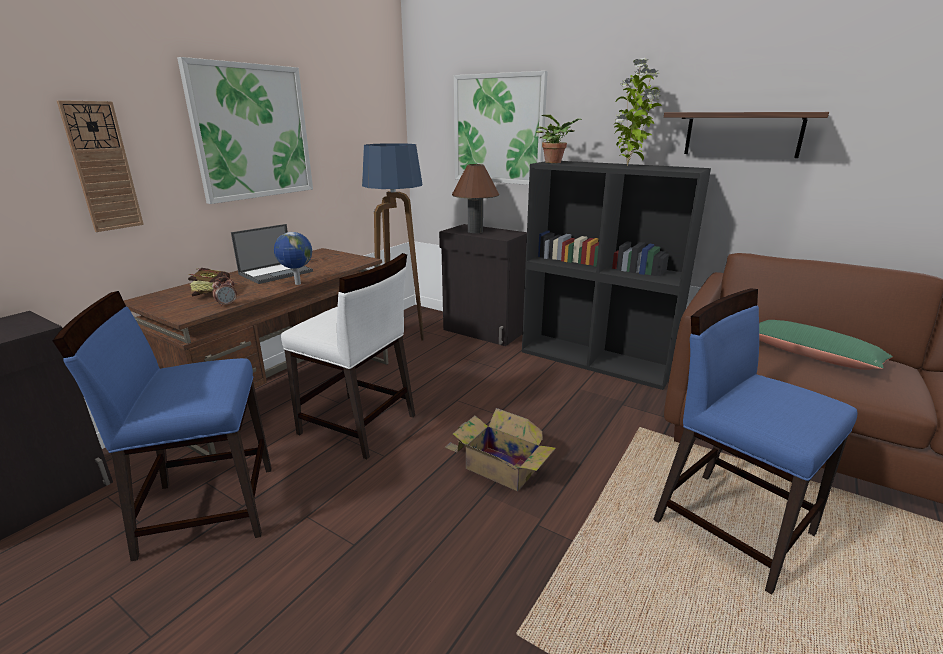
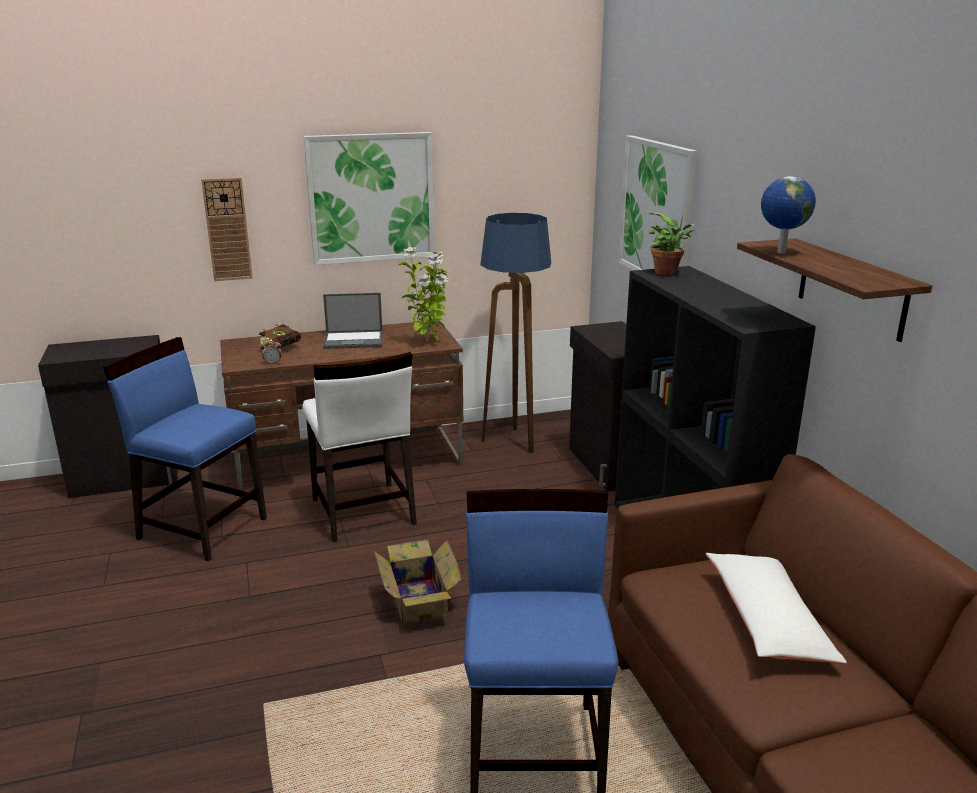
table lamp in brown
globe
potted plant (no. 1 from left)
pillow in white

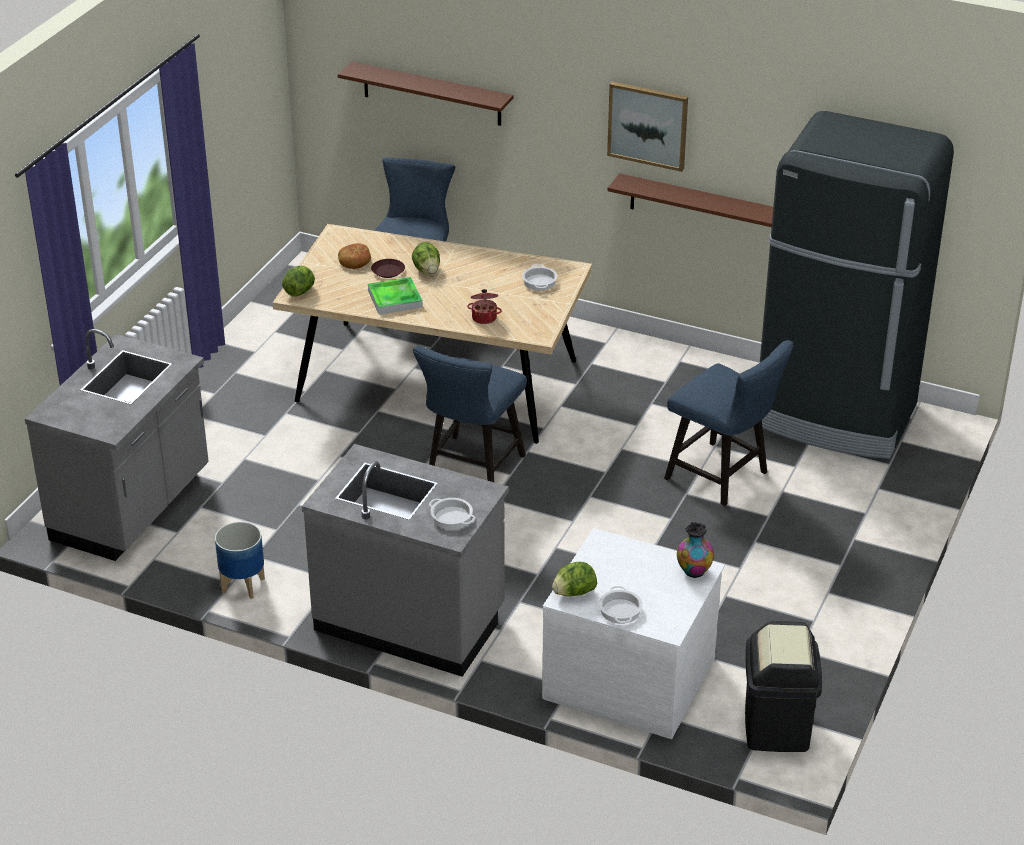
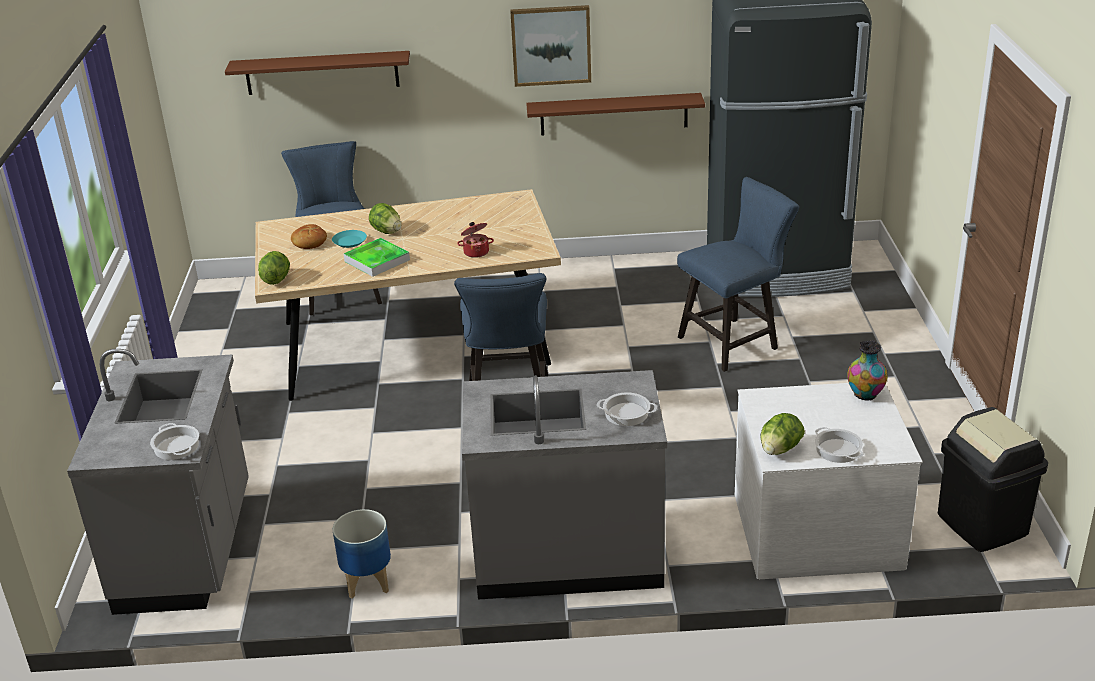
cooking pot (no. 1 from left)
plate in turquoise
chair in blue (no. 3 from left)

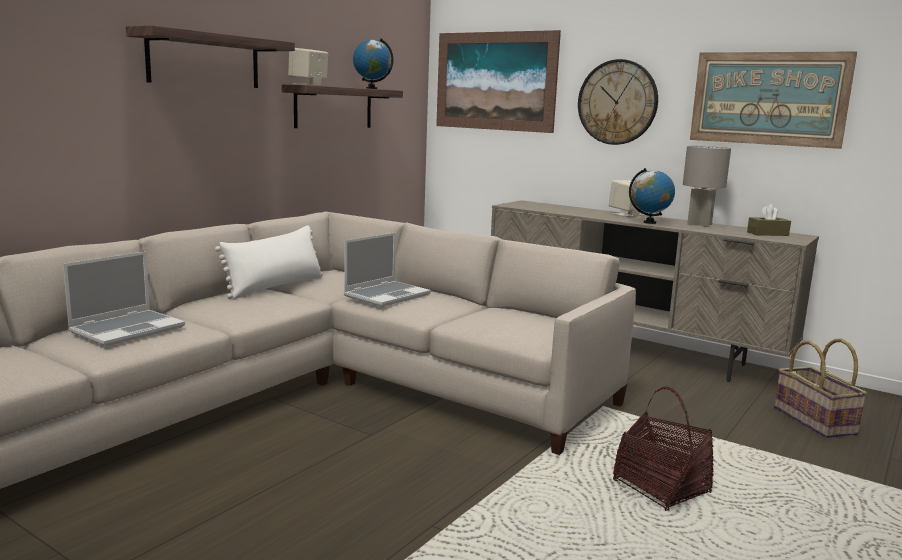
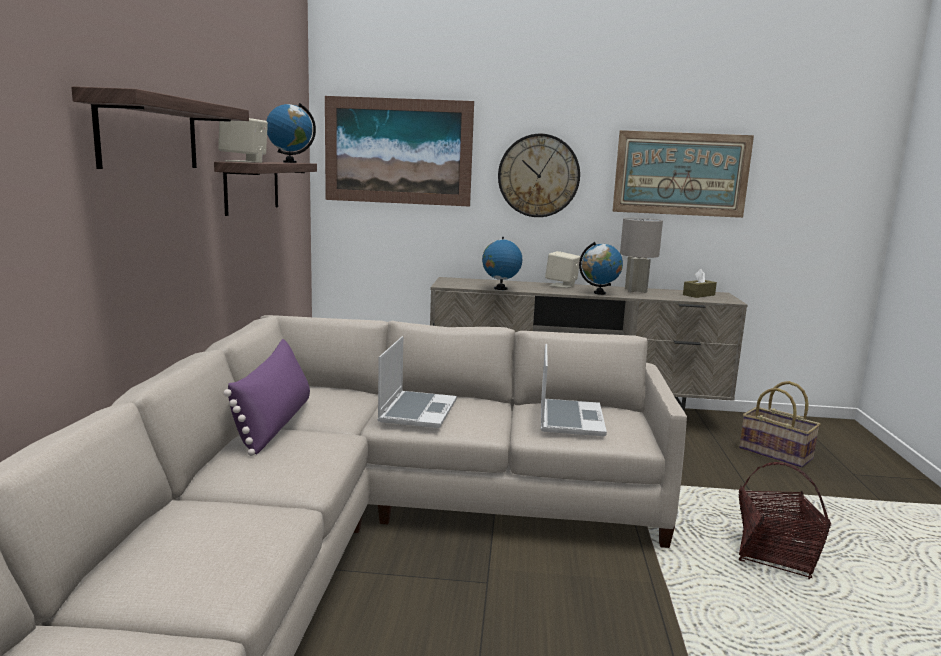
globe (no. 2 from left)
laptop (no. 2 from left)
pillow in purple

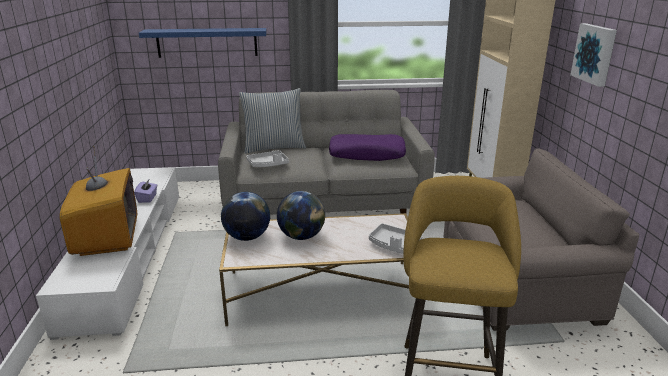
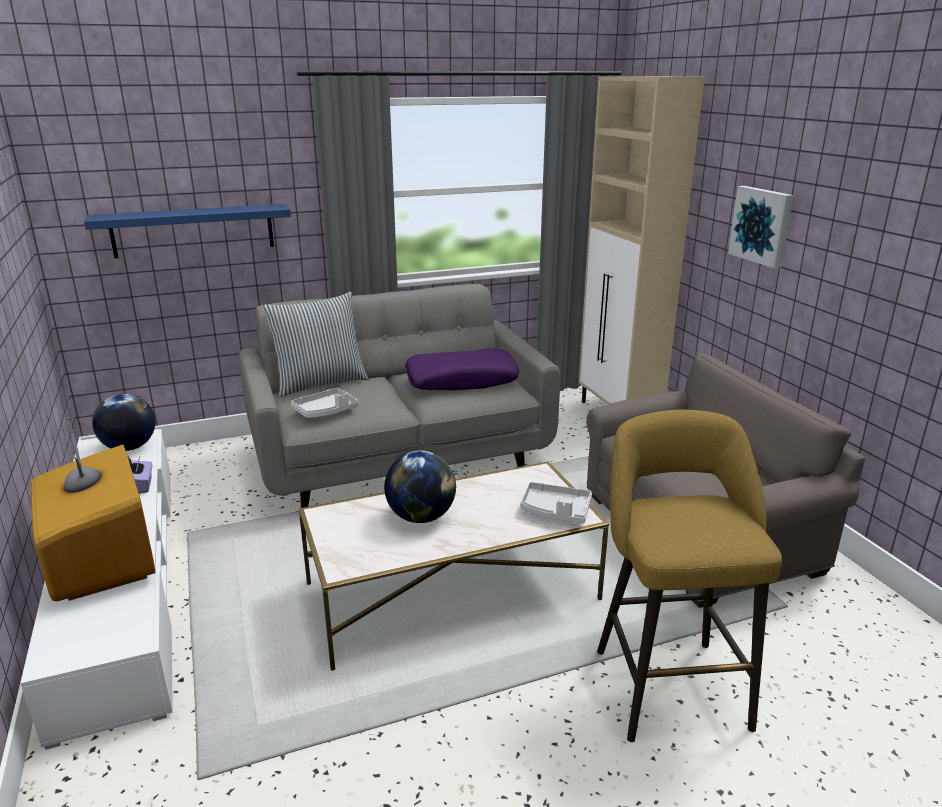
globe (no. 1 from left)

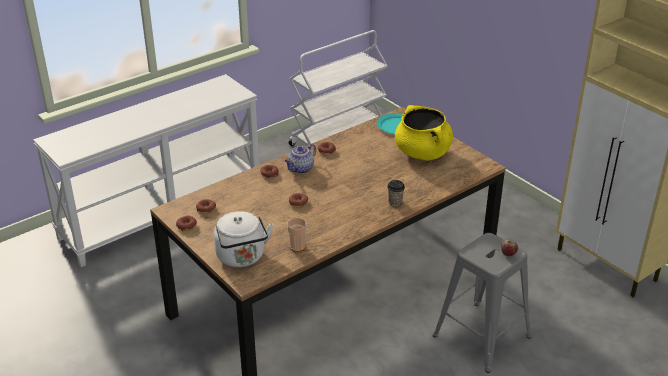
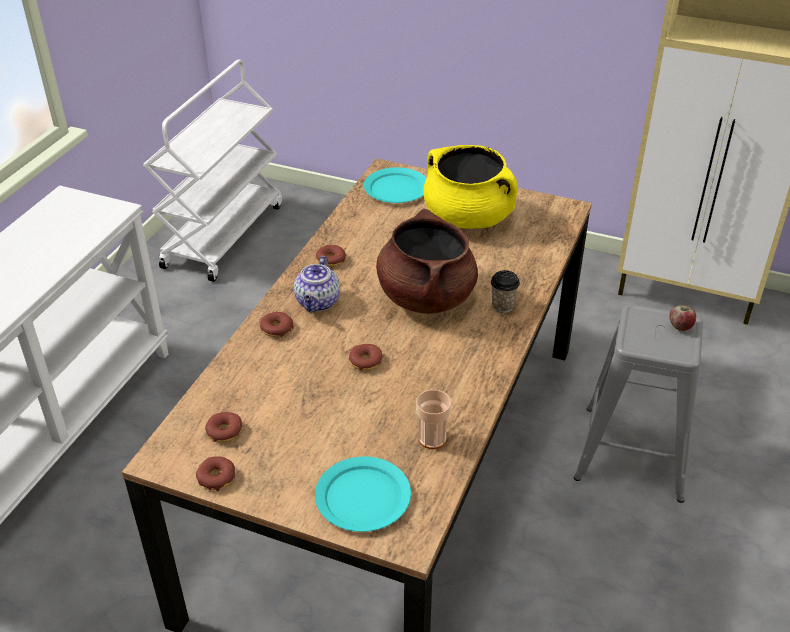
cooking pot in brown
plate in turquoise (no. 1 from left)

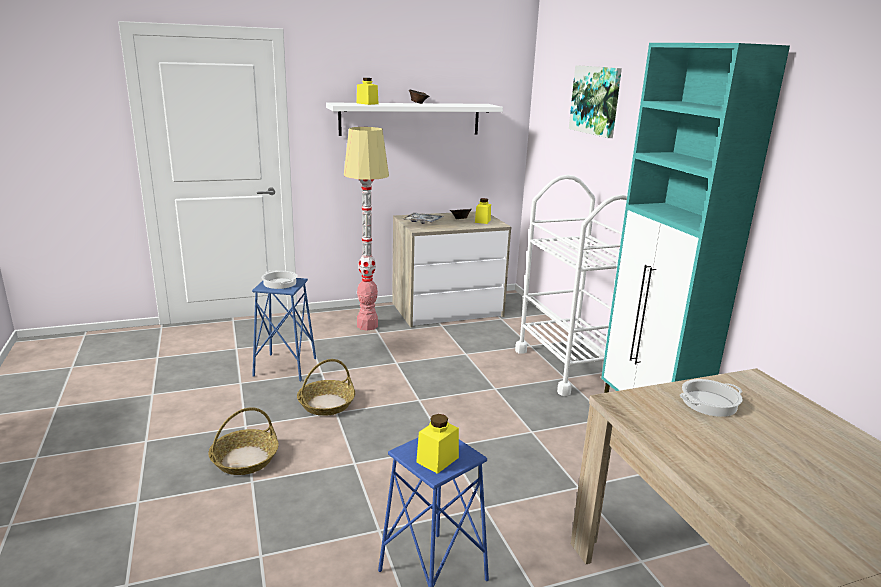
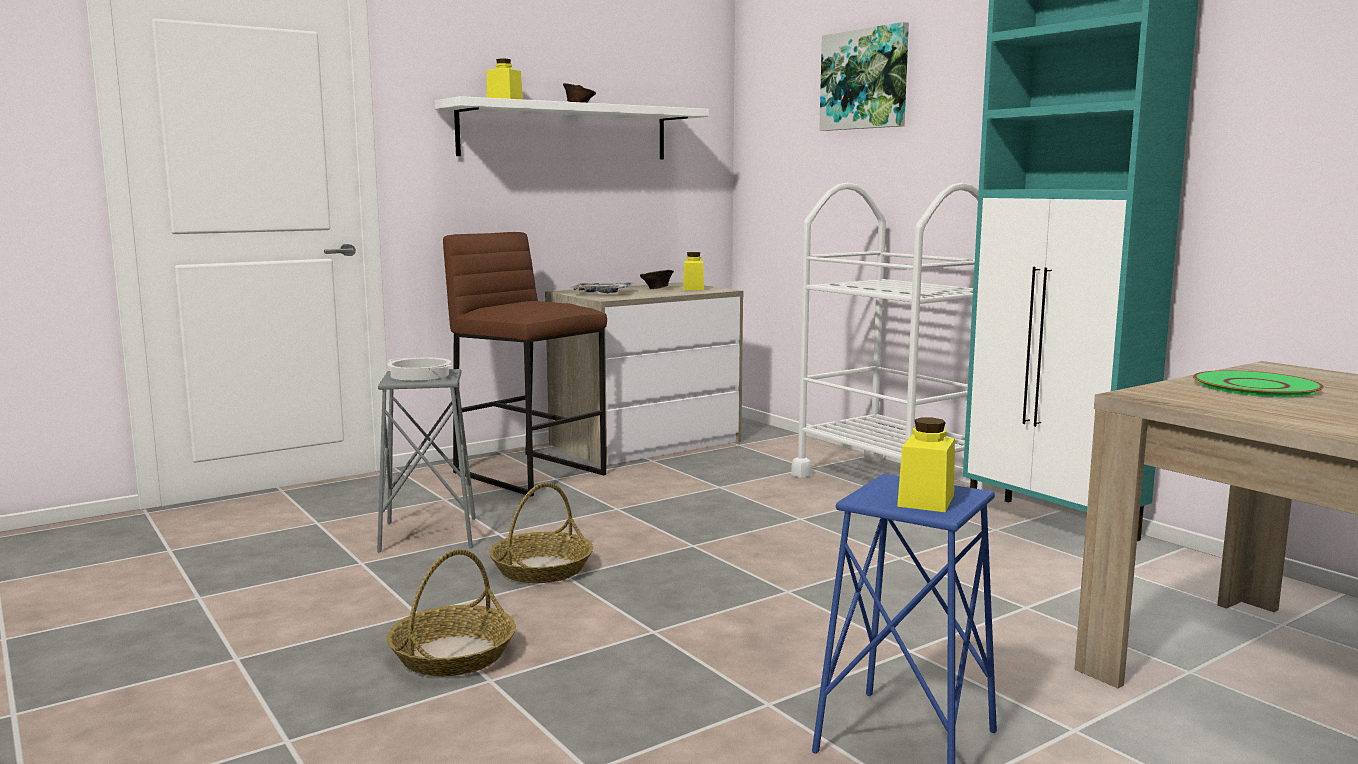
stool in brown
plate in green
stool in grey

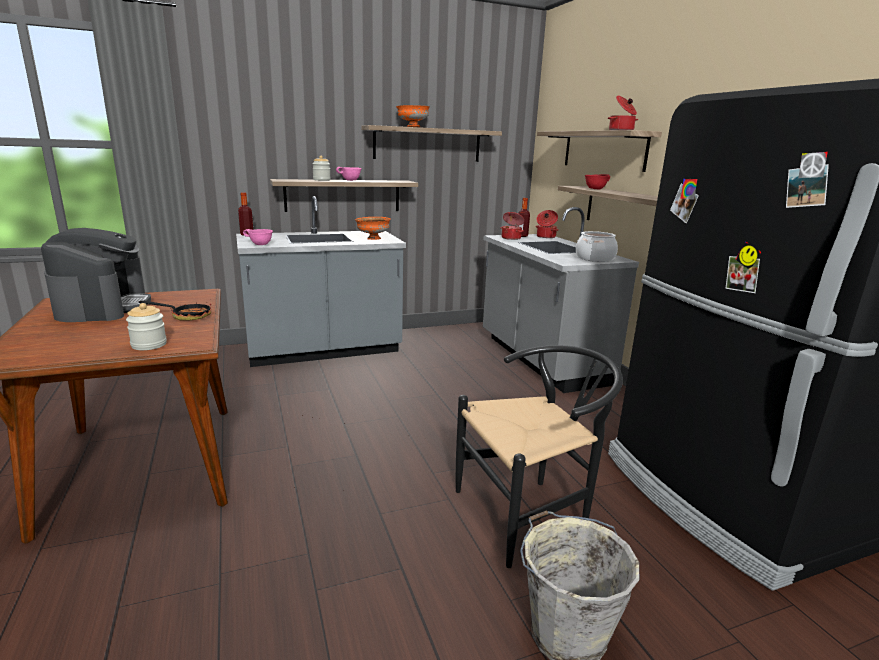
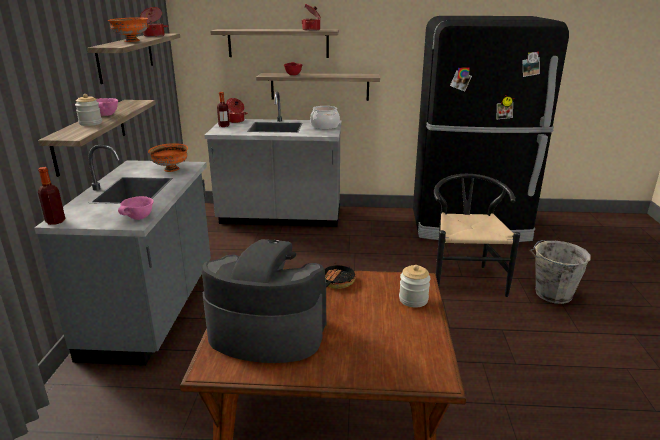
cooking pot (no. 1 from left)

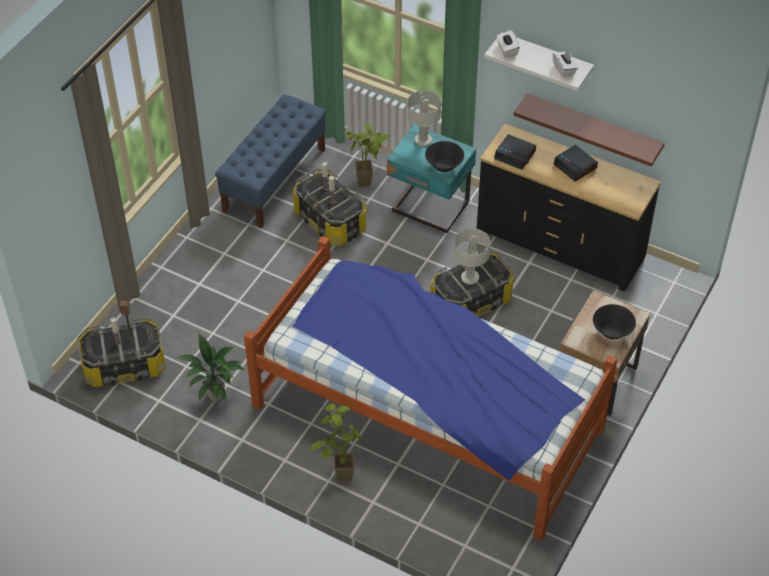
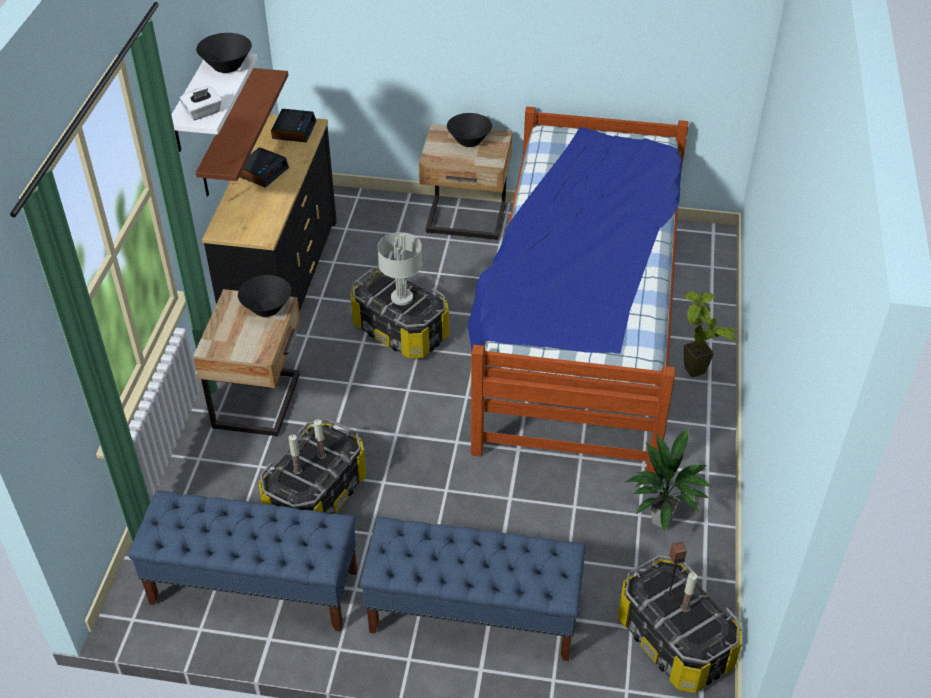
potted plant (no. 3 from left in the first image)
table lamp in grey (no. 1 from left in the first image)
bench in blue (no. 2 from left)
alarm clock (no. 2 from left)
bowl in black (no. 1 from left)
nightstand in beige (no. 1 from left)

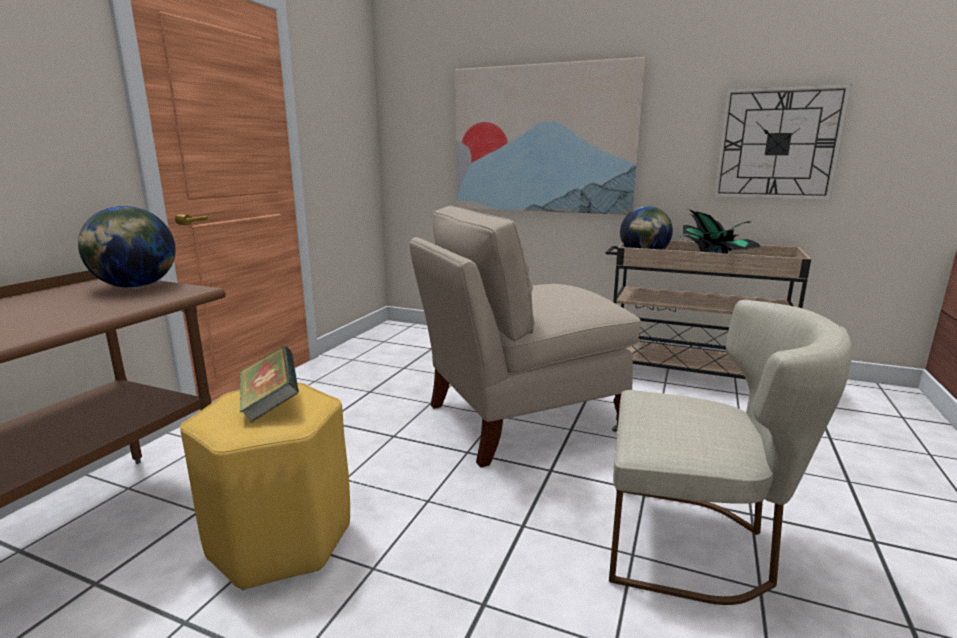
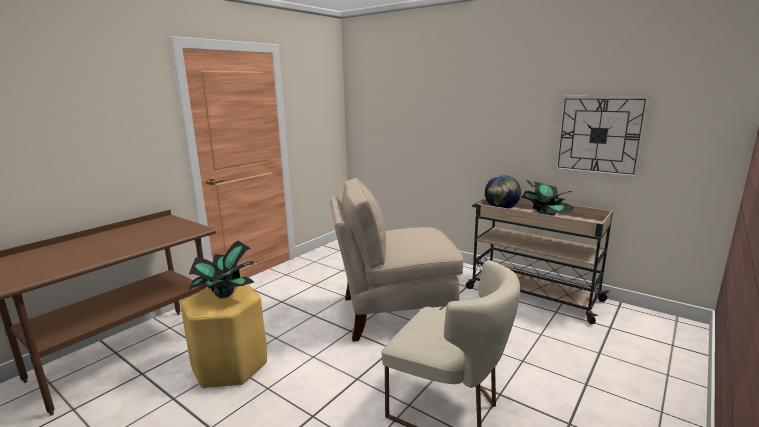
globe (no. 1 from left in the first image)
picture
potted plant (no. 1 from left)

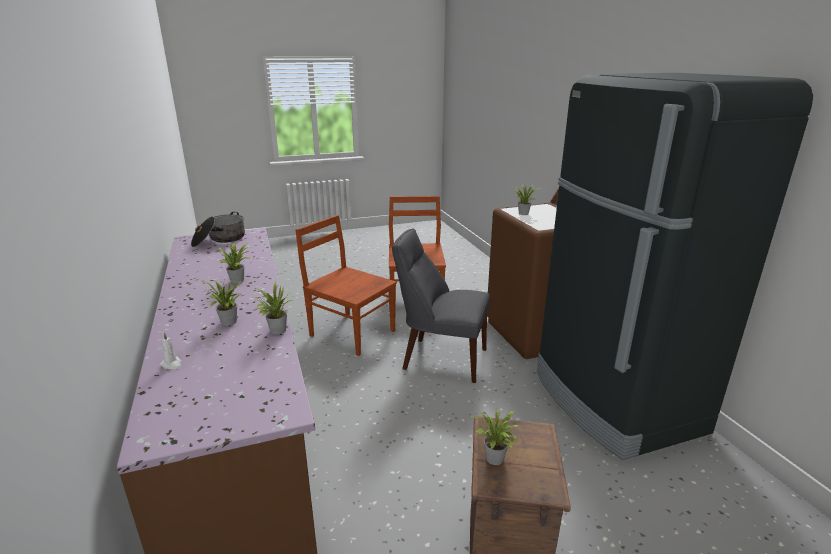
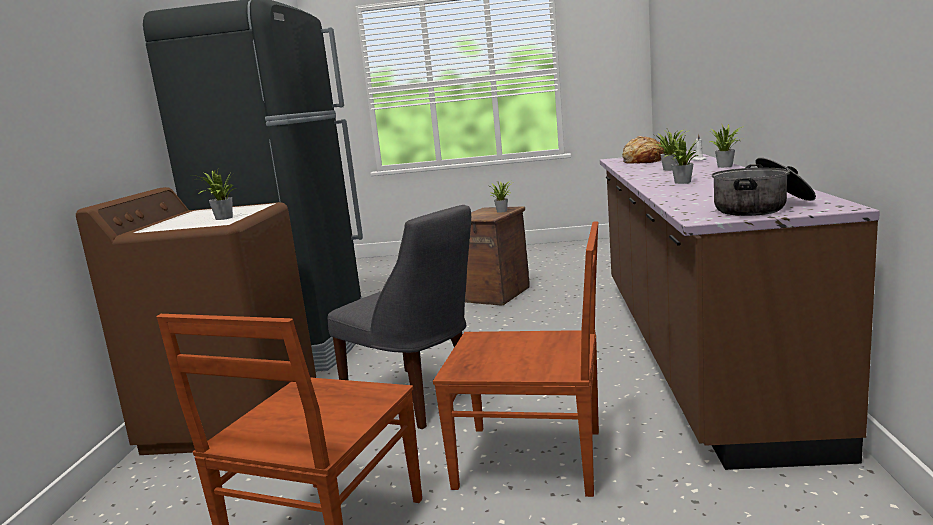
bread
potted plant (no. 5 from left)
chair in brown (no. 2 from left)

